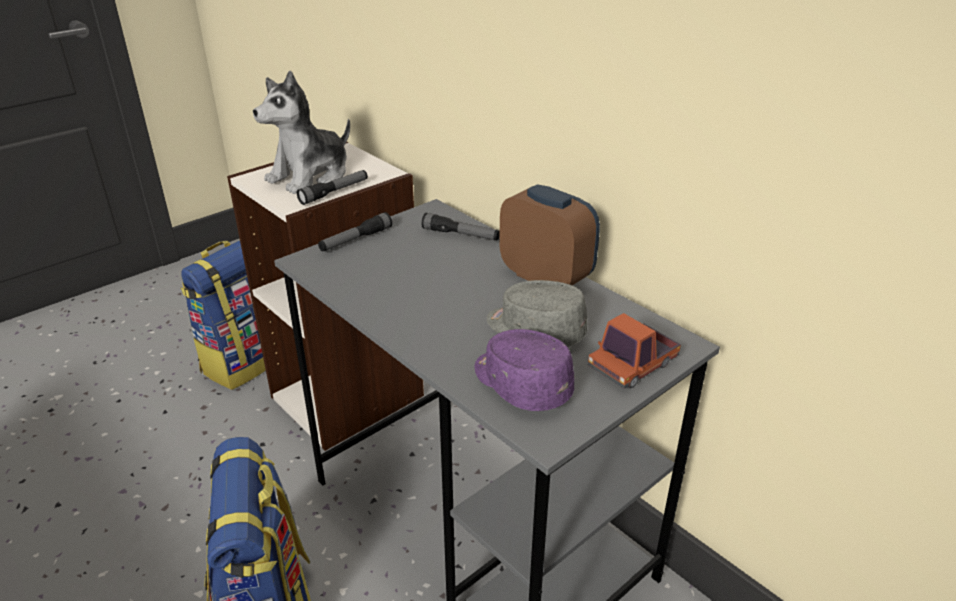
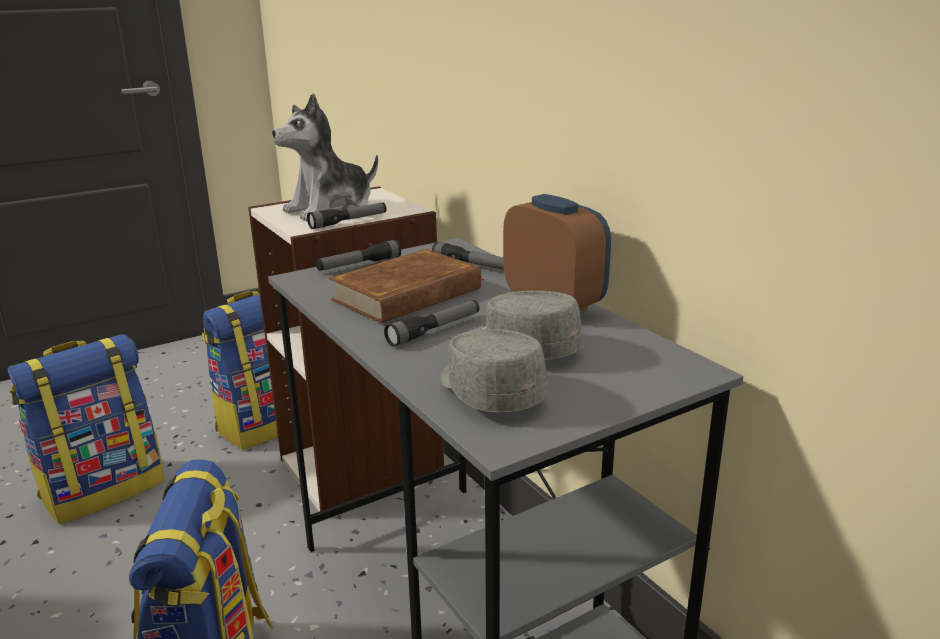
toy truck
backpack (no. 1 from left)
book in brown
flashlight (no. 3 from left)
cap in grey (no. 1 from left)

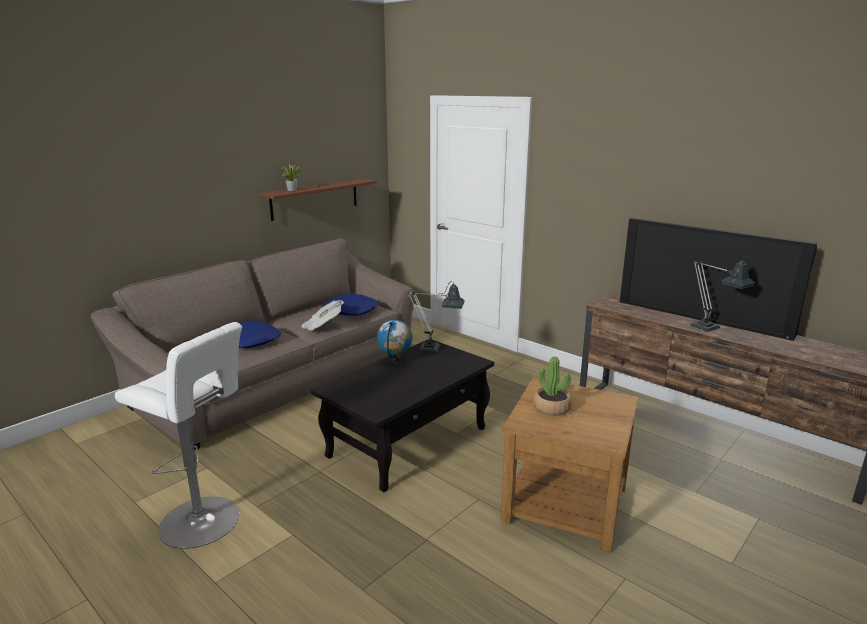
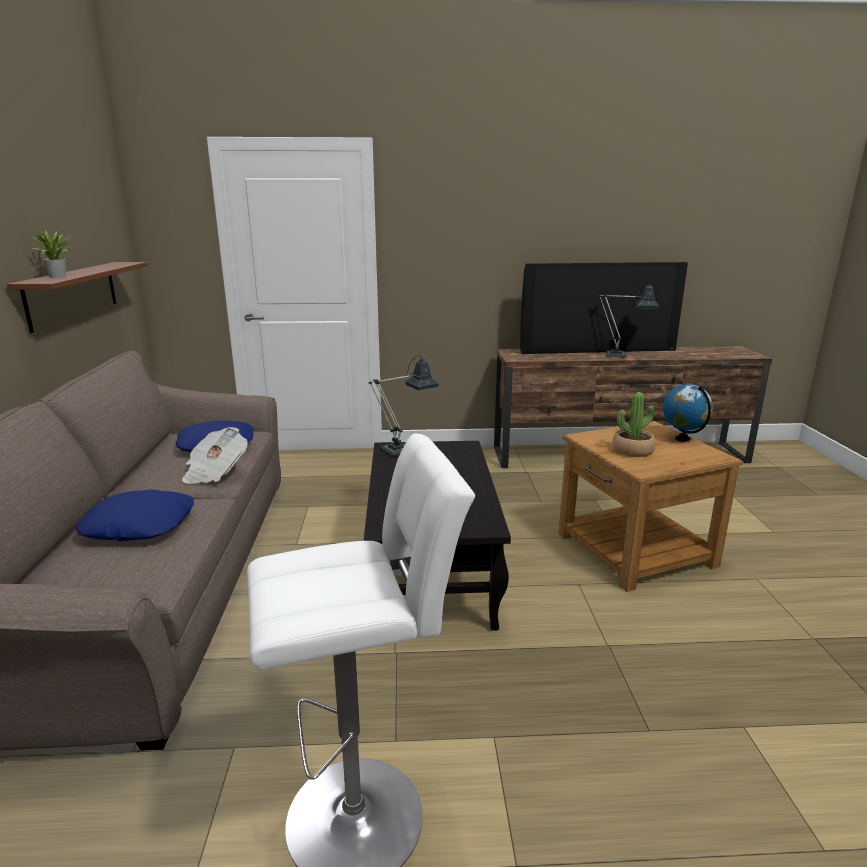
globe

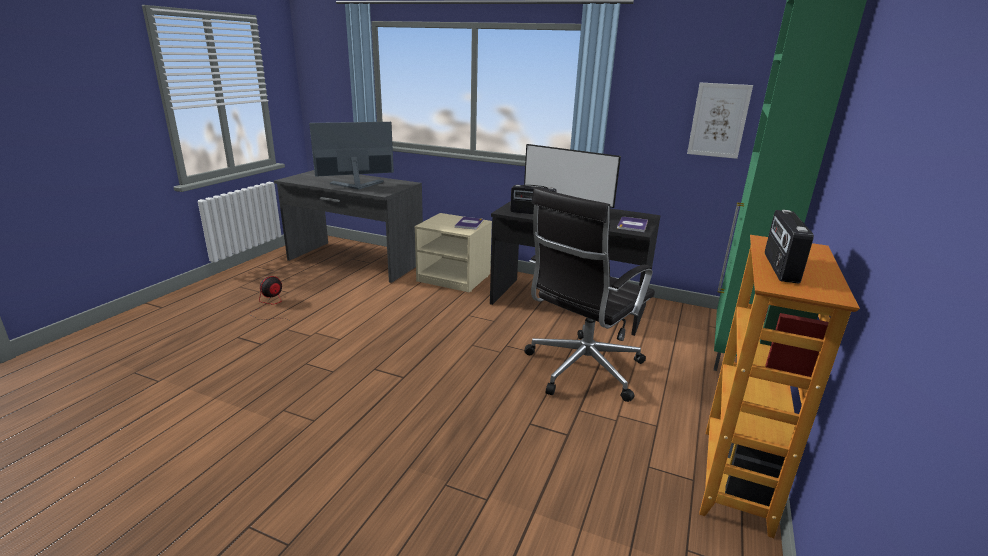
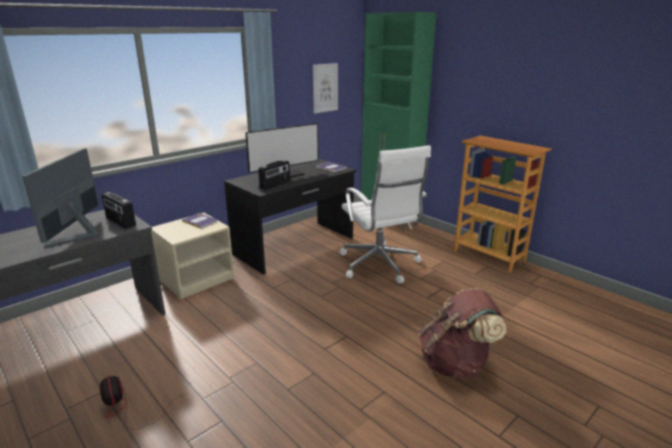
backpack in brown
radio (no. 1 from left)
office chair in white

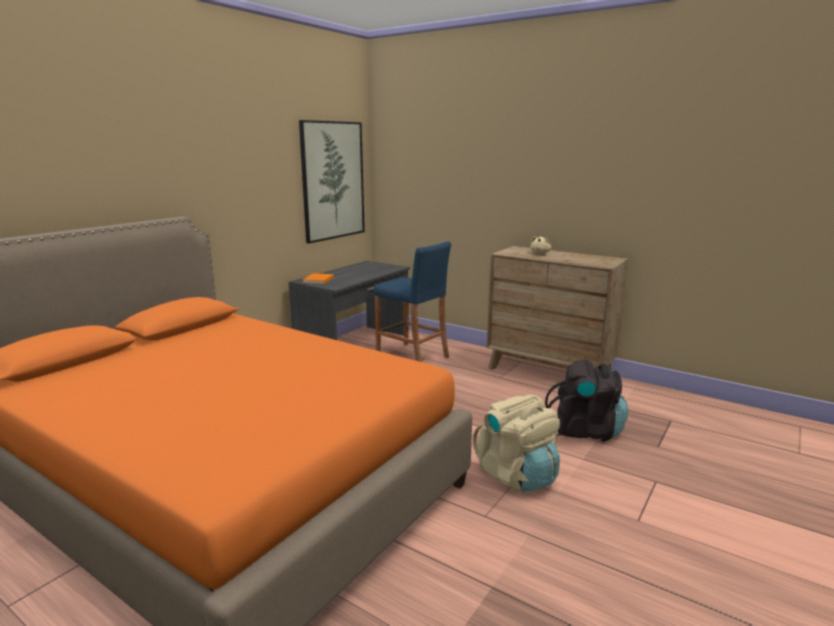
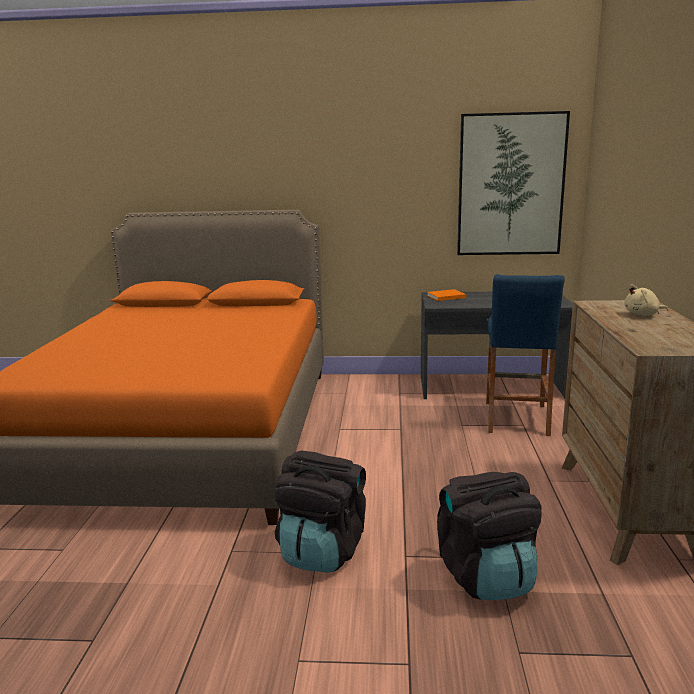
backpack in black (no. 1 from left)

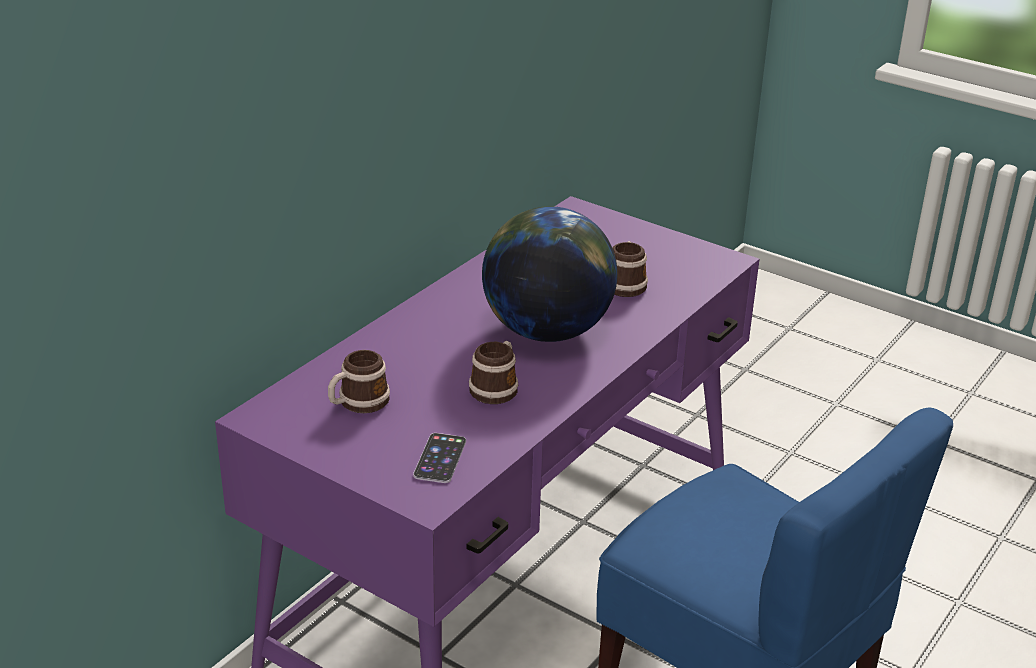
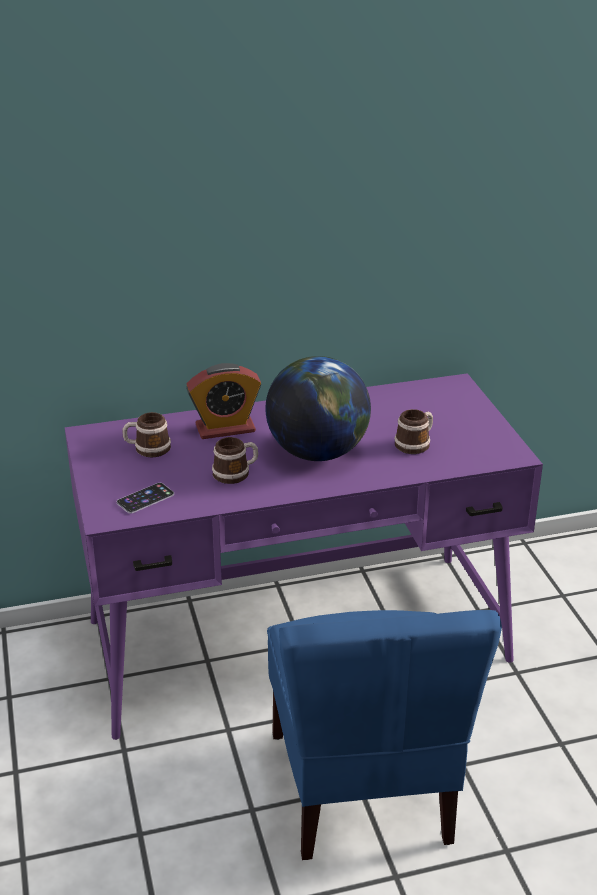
alarm clock

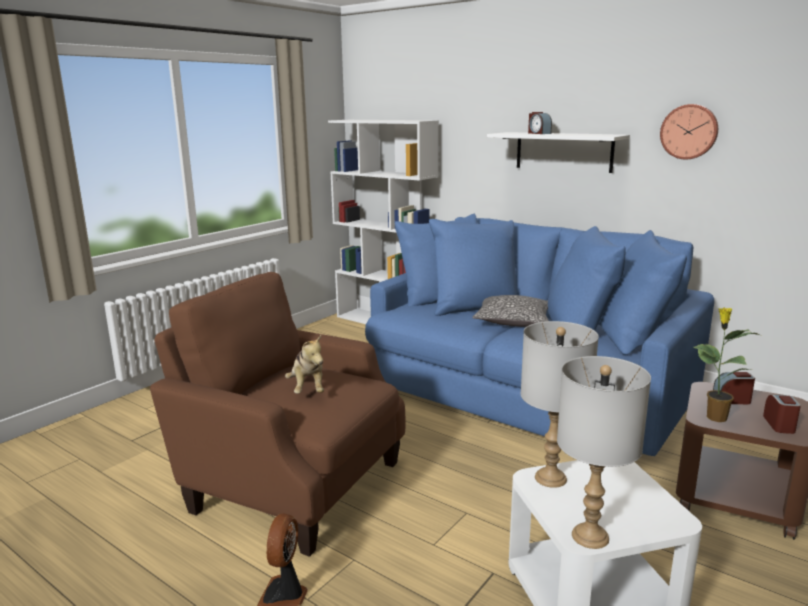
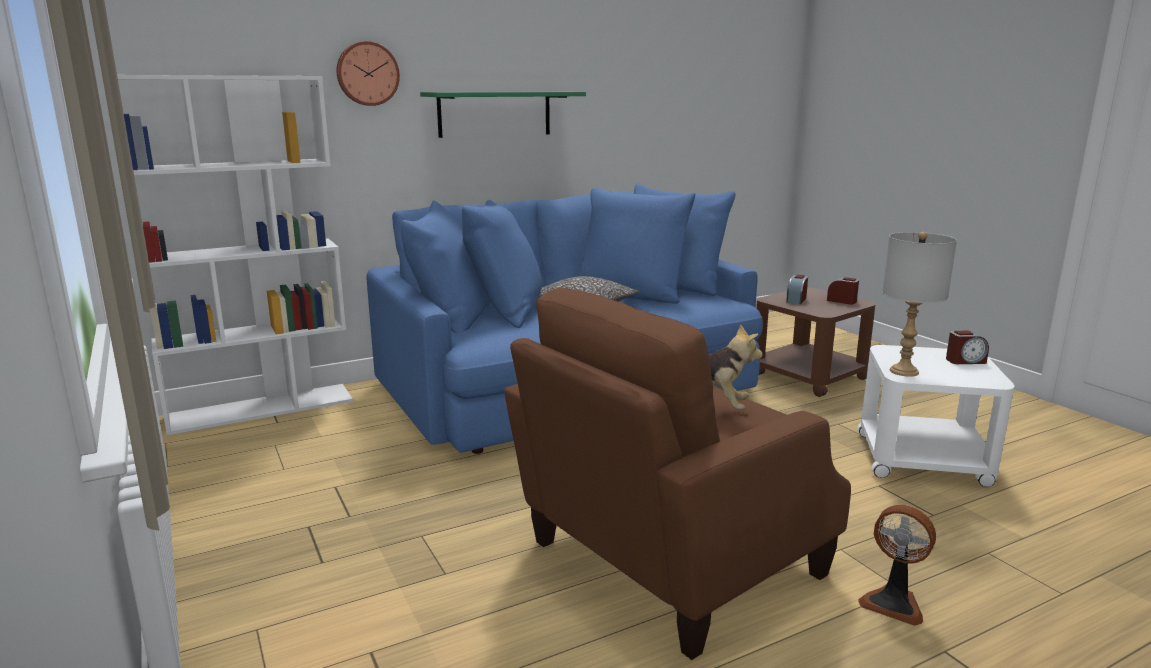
table lamp in grey (no. 2 from left in the first image)
potted plant
alarm clock (no. 3 from left)
wall clock
shelf in green

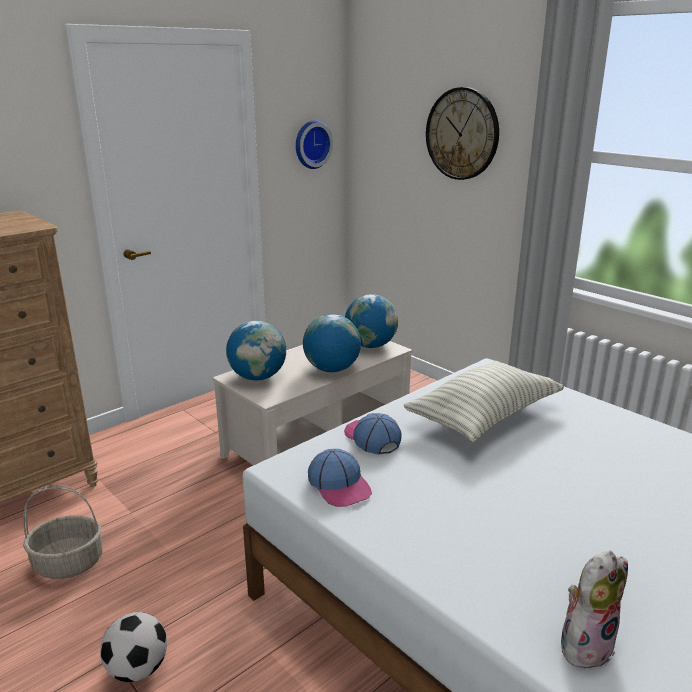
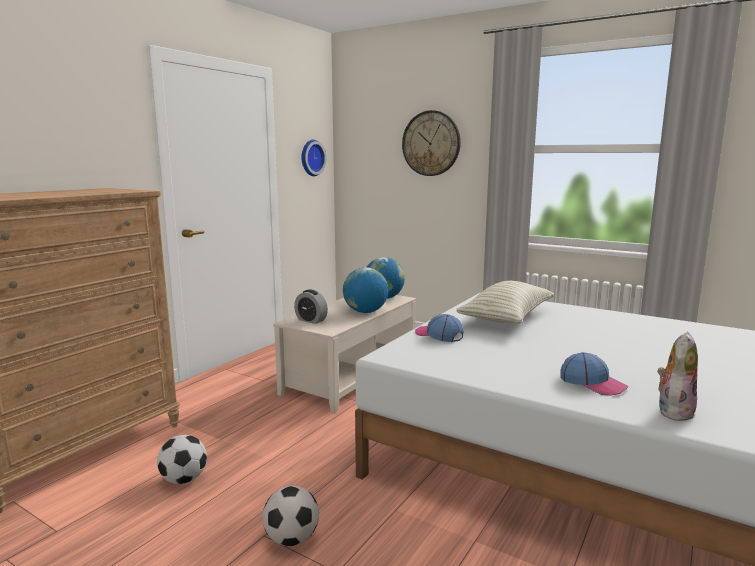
cap (no. 2 from left)
football (no. 1 from left)
alarm clock

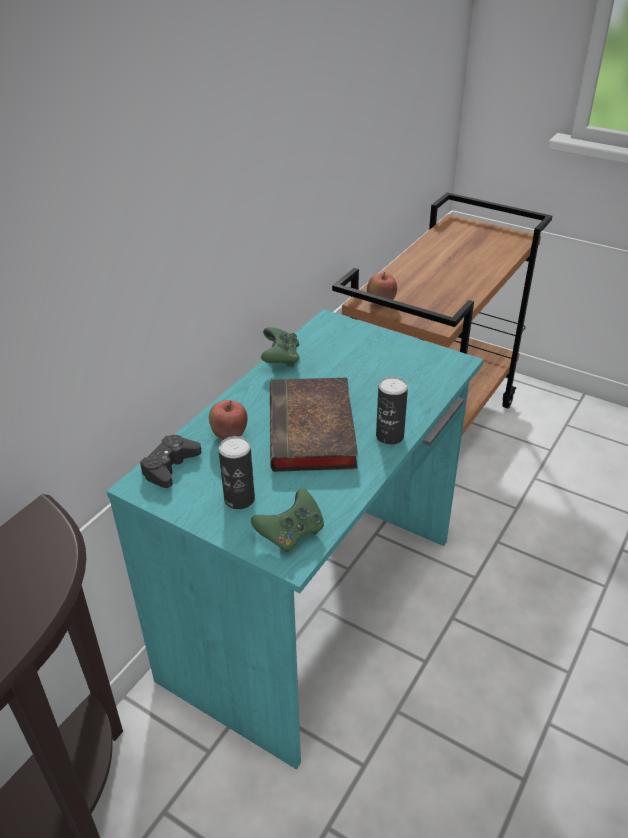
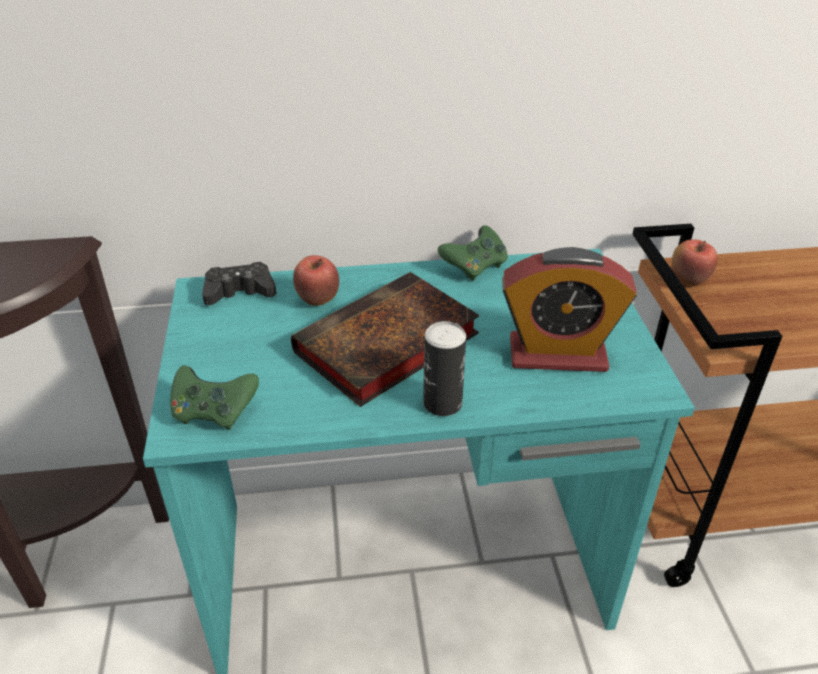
can (no. 1 from left in the first image)
alarm clock

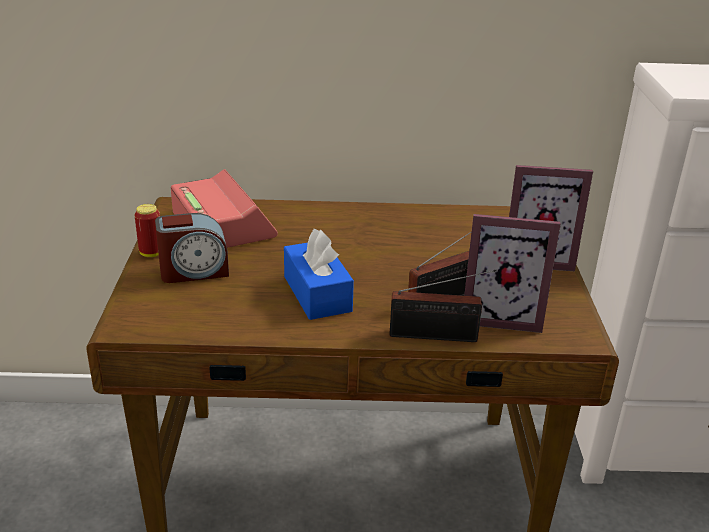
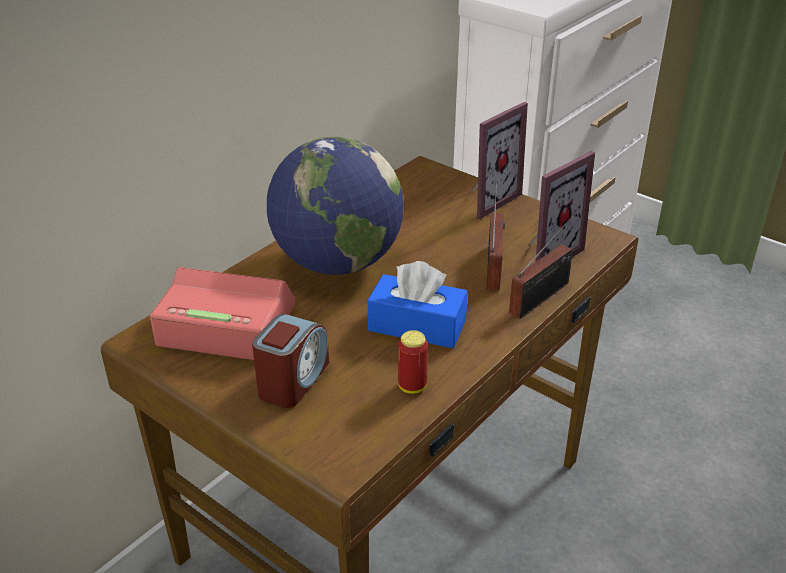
globe
can

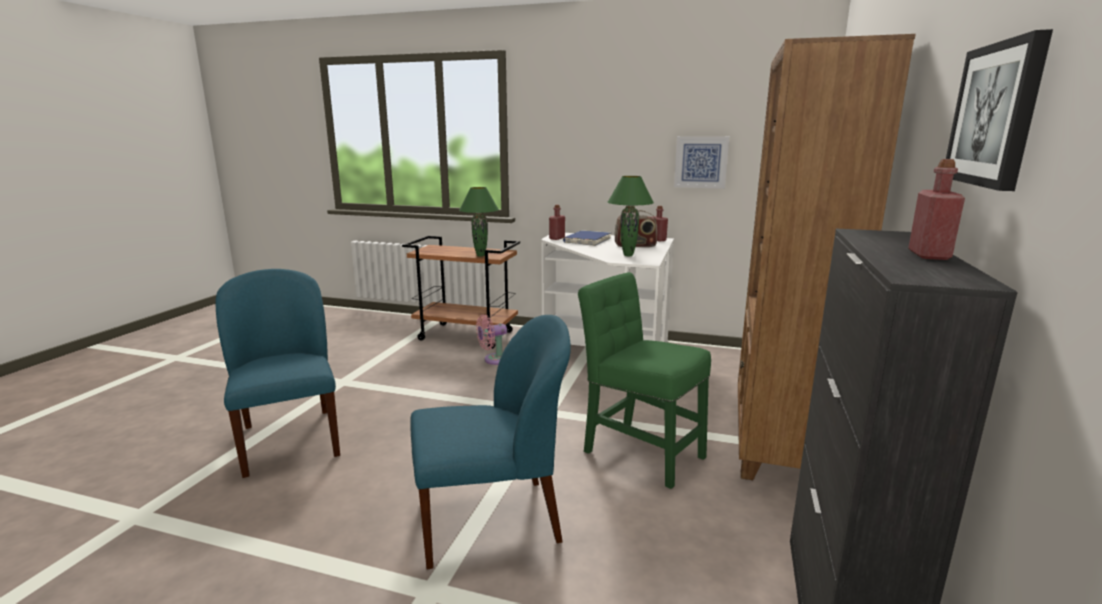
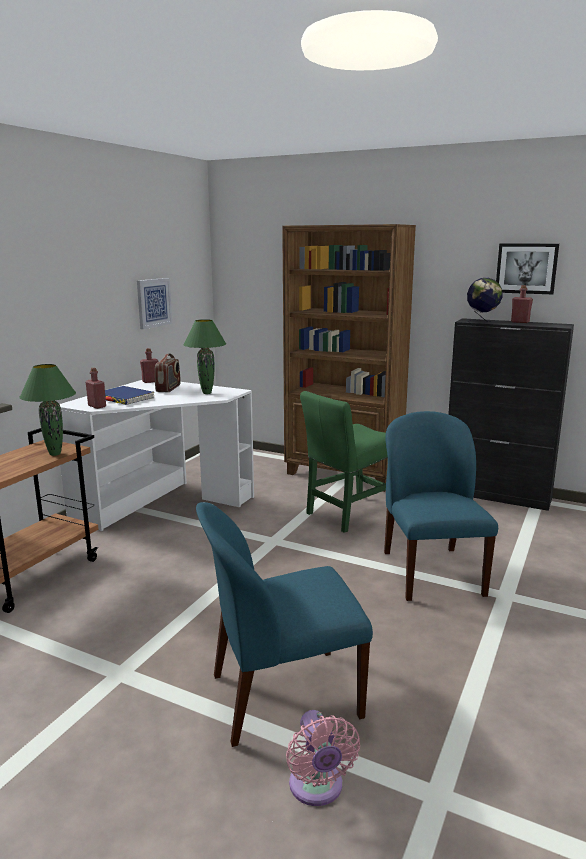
globe
fan in pink

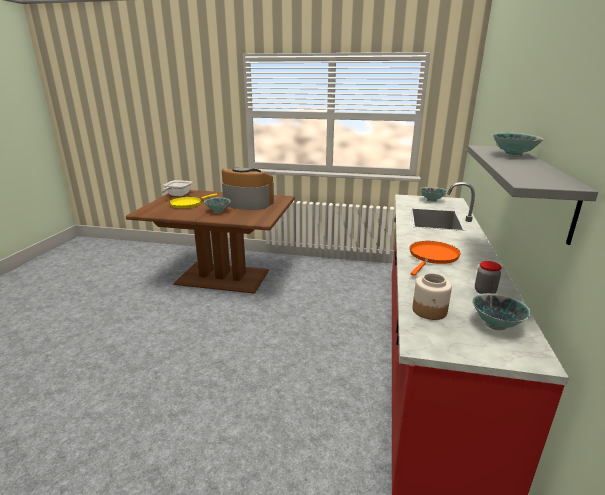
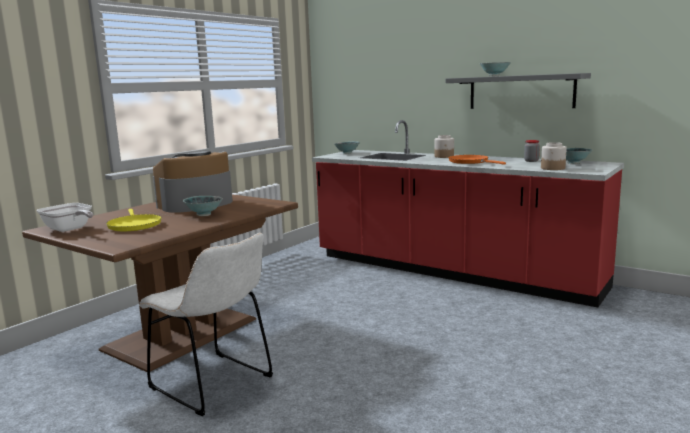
chair in white
jar (no. 1 from left)

